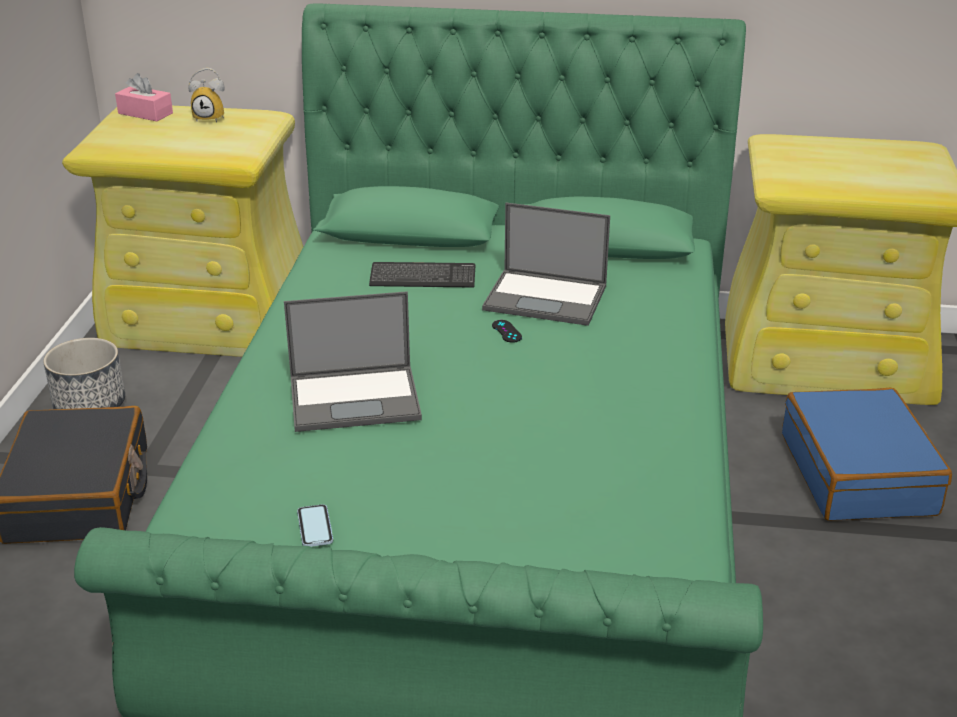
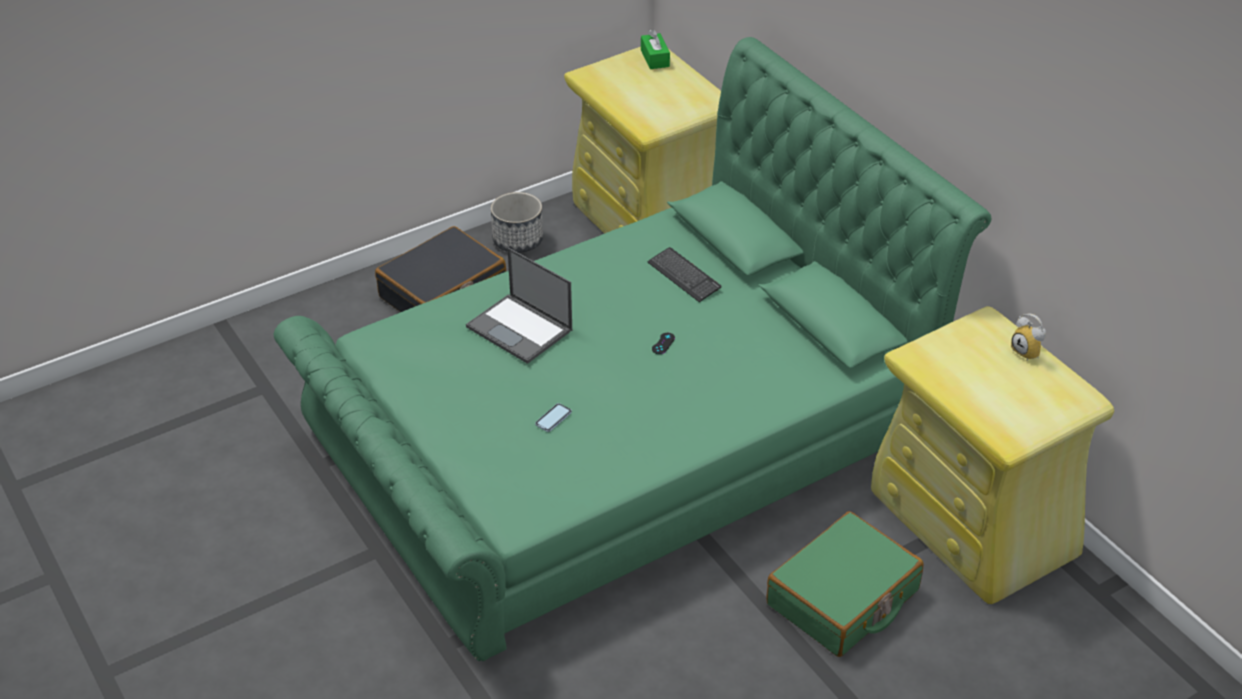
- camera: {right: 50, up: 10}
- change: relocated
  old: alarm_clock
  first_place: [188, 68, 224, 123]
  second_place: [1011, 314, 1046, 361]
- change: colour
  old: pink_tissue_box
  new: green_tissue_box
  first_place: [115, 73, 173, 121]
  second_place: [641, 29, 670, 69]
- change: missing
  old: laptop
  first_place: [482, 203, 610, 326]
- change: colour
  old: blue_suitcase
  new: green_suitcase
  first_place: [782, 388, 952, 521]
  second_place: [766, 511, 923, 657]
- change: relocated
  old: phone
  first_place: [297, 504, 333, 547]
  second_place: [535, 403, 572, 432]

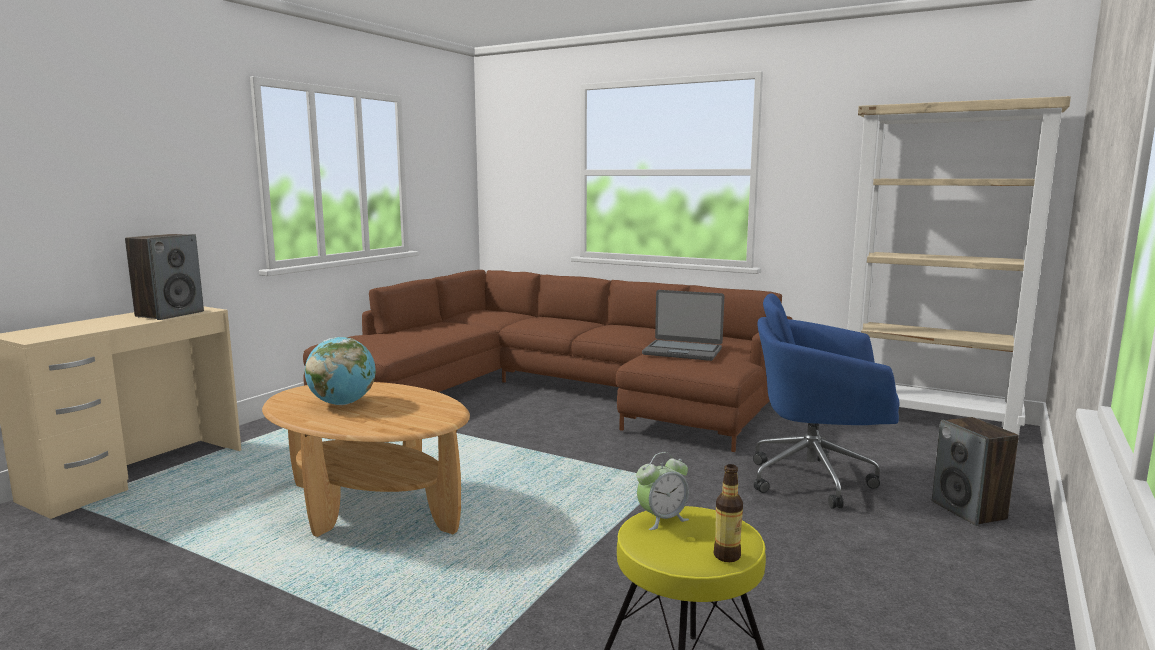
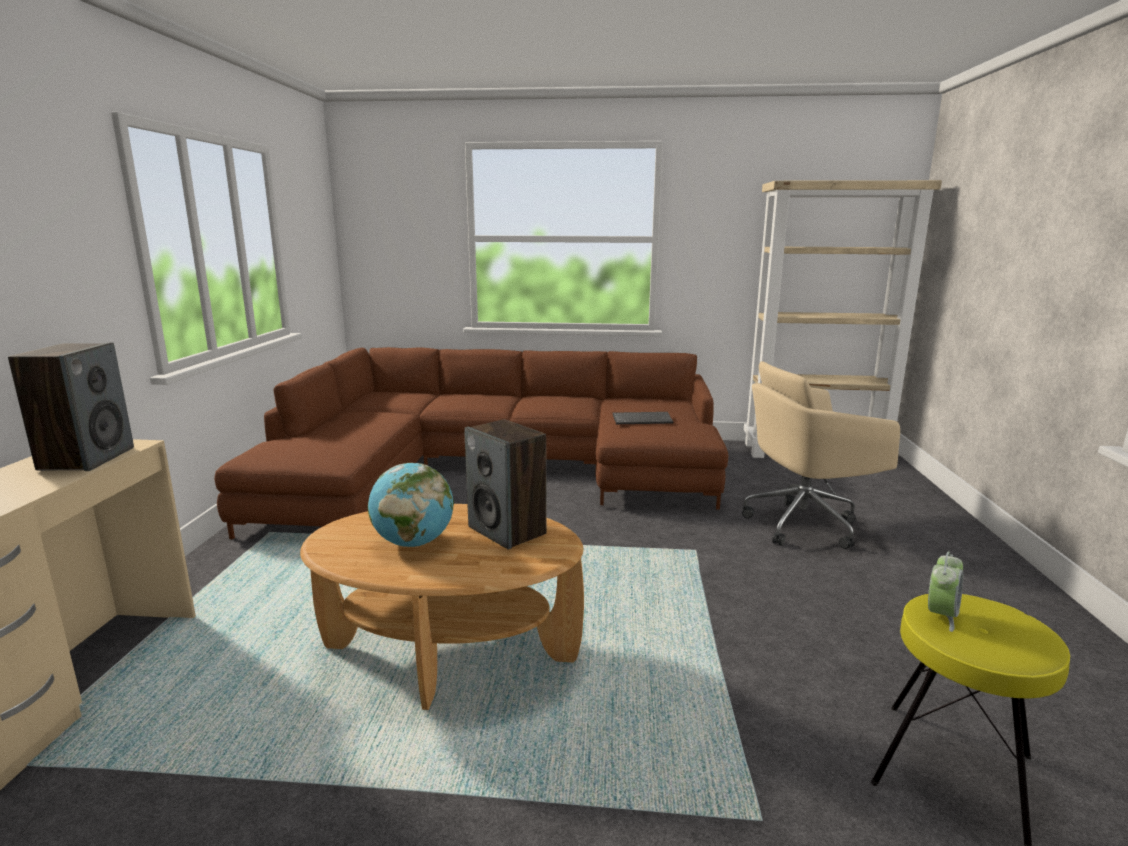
- camera: {right: -25, up: 5}
- change: exchanged
  old: laptop
  new: keyboard
  first_place: [642, 290, 724, 361]
  second_place: [613, 412, 673, 424]
- change: colour
  old: blue_office_chair
  new: beige_office_chair
  first_place: [753, 293, 900, 509]
  second_place: [742, 361, 900, 549]
- change: relocated
  old: speaker
  first_place: [932, 417, 1019, 526]
  second_place: [464, 419, 547, 550]
- change: missing
  old: bottle
  first_place: [714, 464, 743, 562]

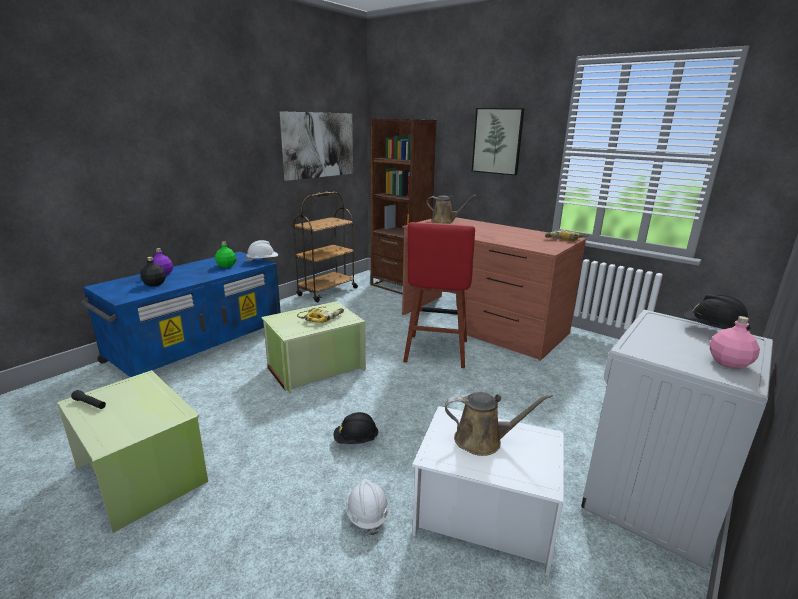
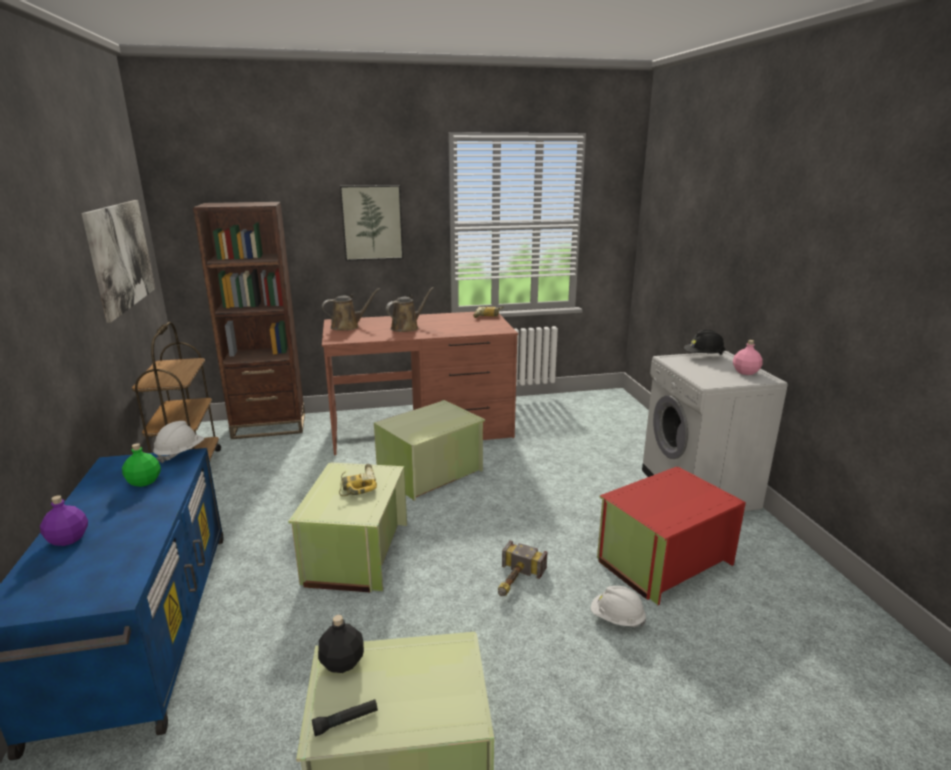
- camera: {right: -50, up: 0}
- change: exchanged
  old: red_stool
  new: green_storage_box
  first_place: [403, 222, 475, 368]
  second_place: [374, 400, 485, 501]
- change: relocated
  old: black_bottle
  first_place: [140, 257, 166, 286]
  second_place: [318, 615, 364, 673]
- change: relocated
  old: brown_watering_can
  first_place: [445, 392, 553, 456]
  second_place: [386, 287, 434, 332]
- change: colour
  old: white_storage_box
  new: red_storage_box
  first_place: [412, 406, 563, 576]
  second_place: [597, 466, 746, 605]
- change: exchanged
  old: black_hard_hat
  new: hammer
  first_place: [334, 412, 379, 444]
  second_place: [498, 540, 548, 596]

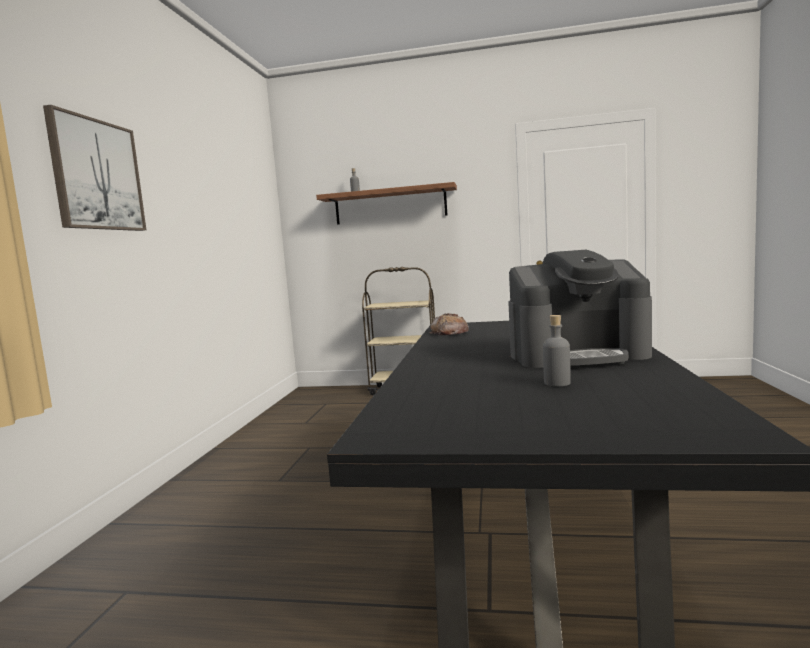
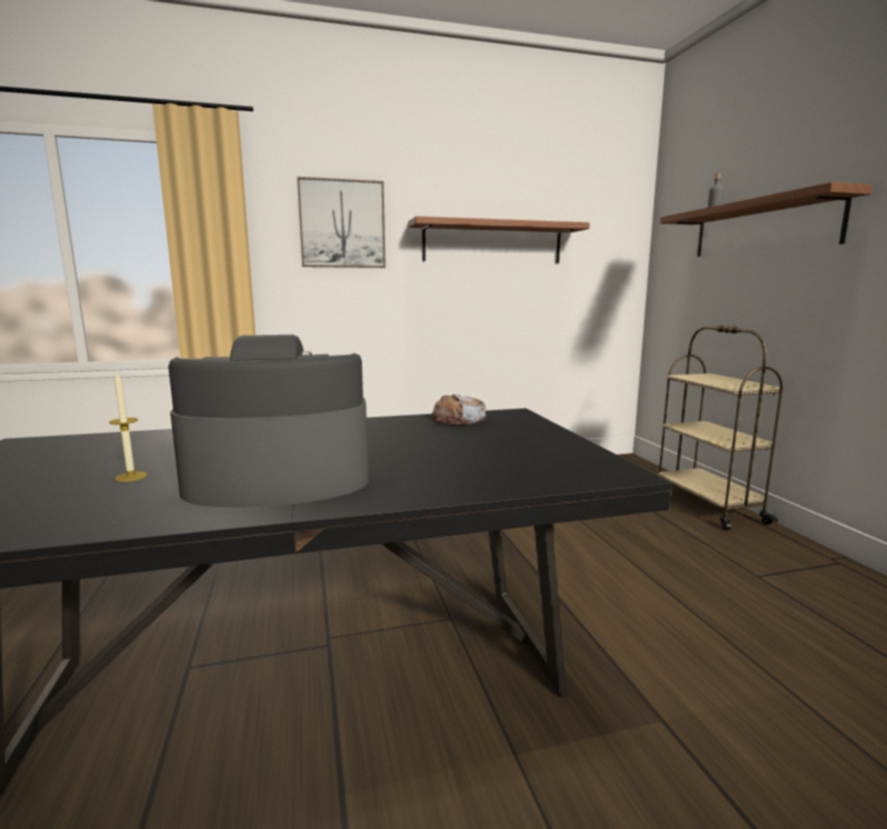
- camera: {right: 65, up: 5}
- change: spun
  old: coffee_machine
  first_place: [508, 250, 652, 368]
  second_place: [168, 335, 369, 508]
  degrees: 105
- change: exchanged
  old: grey_bottle
  new: candle
  first_place: [543, 315, 571, 386]
  second_place: [109, 373, 147, 482]
- change: appeared
  new: shelf
  second_place: [408, 216, 590, 263]

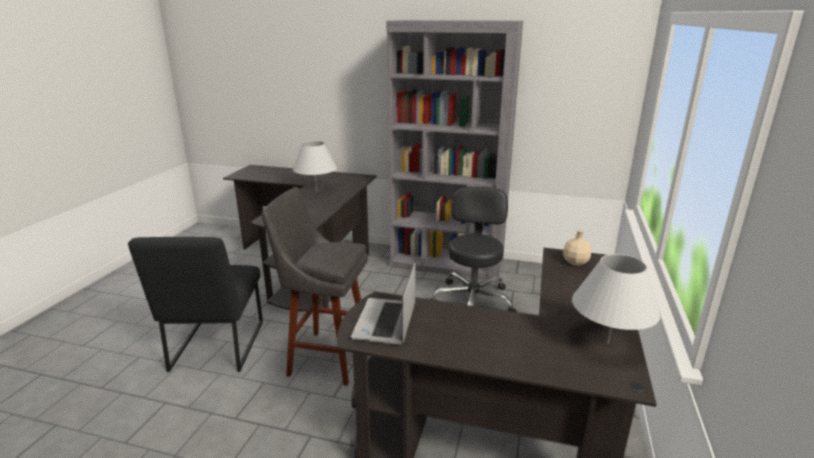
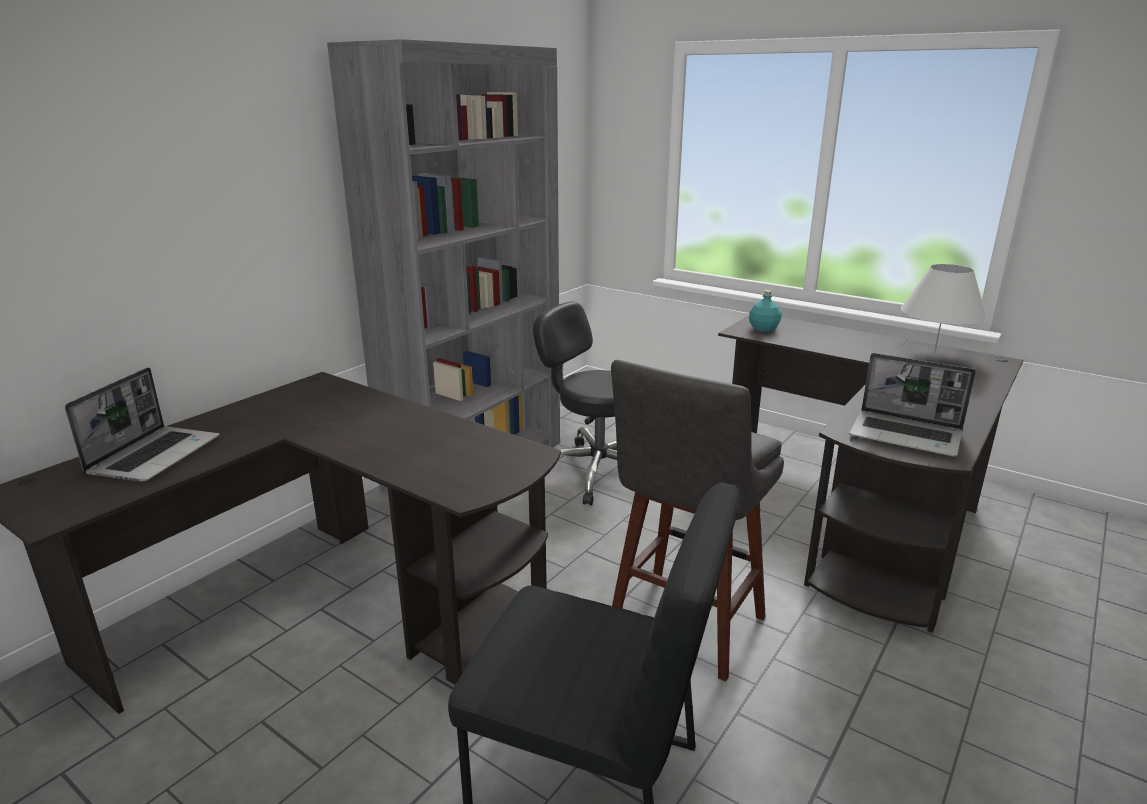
- camera: {right: -70, up: 0}
- change: missing
  old: white_table_lamp
  first_place: [293, 141, 337, 191]
- change: colour
  old: beige_bottle
  new: turquoise_bottle
  first_place: [563, 230, 591, 266]
  second_place: [749, 290, 781, 332]
- change: appeared
  new: laptop
  second_place: [65, 367, 219, 482]

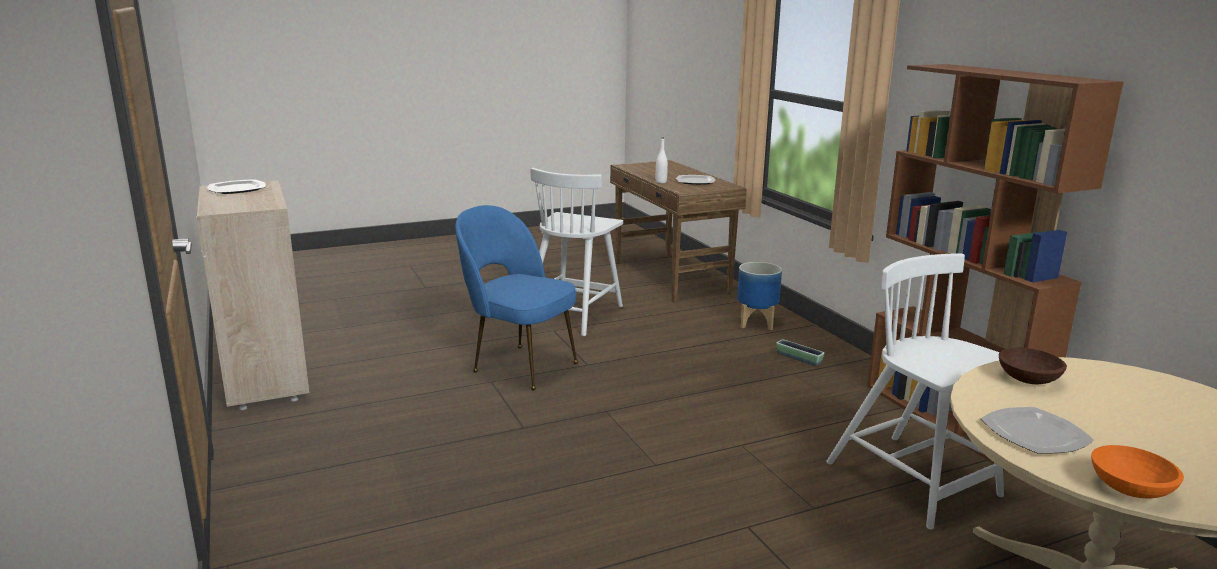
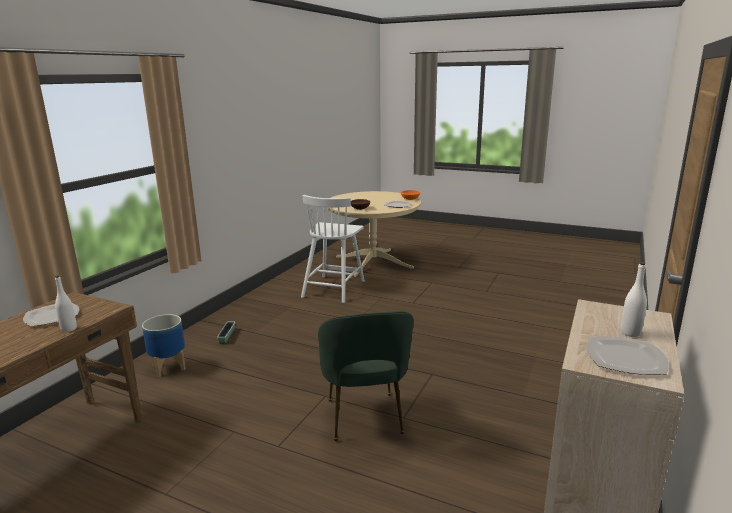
- camera: {right: -130, up: 0}
- change: missing
  old: brown_bookcase
  first_place: [867, 64, 1124, 470]
- change: missing
  old: white_chair
  first_place: [530, 168, 623, 336]
- change: colour
  old: blue_chair
  new: green_chair
  first_place: [455, 205, 578, 391]
  second_place: [318, 311, 414, 441]
- change: appeared
  new: white_bottle
  second_place: [621, 262, 647, 337]

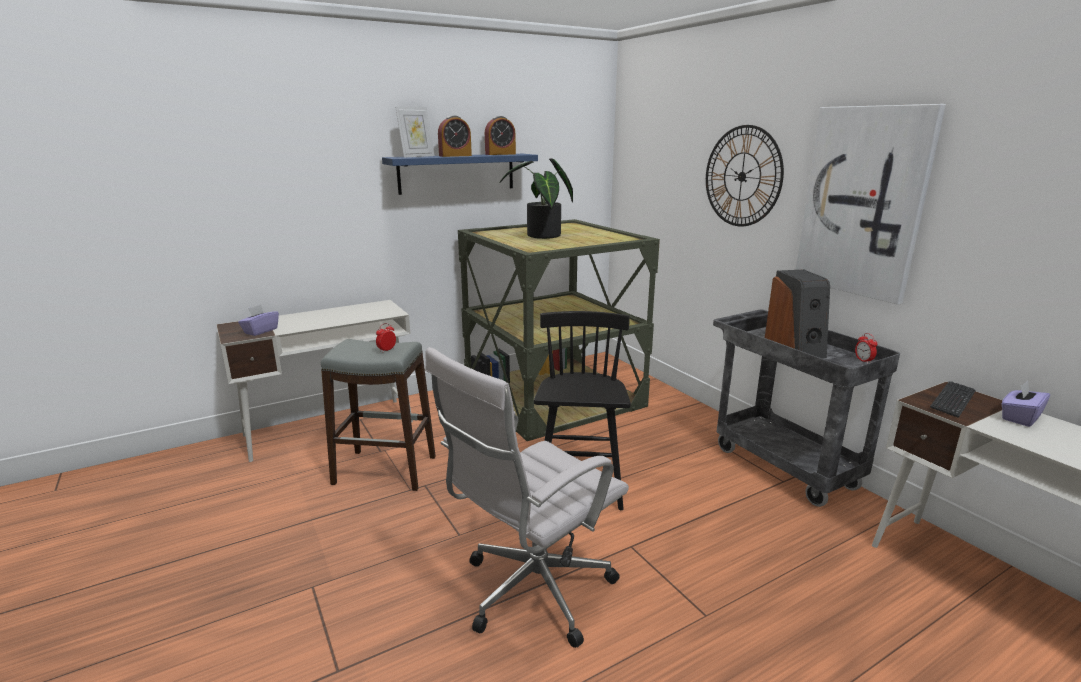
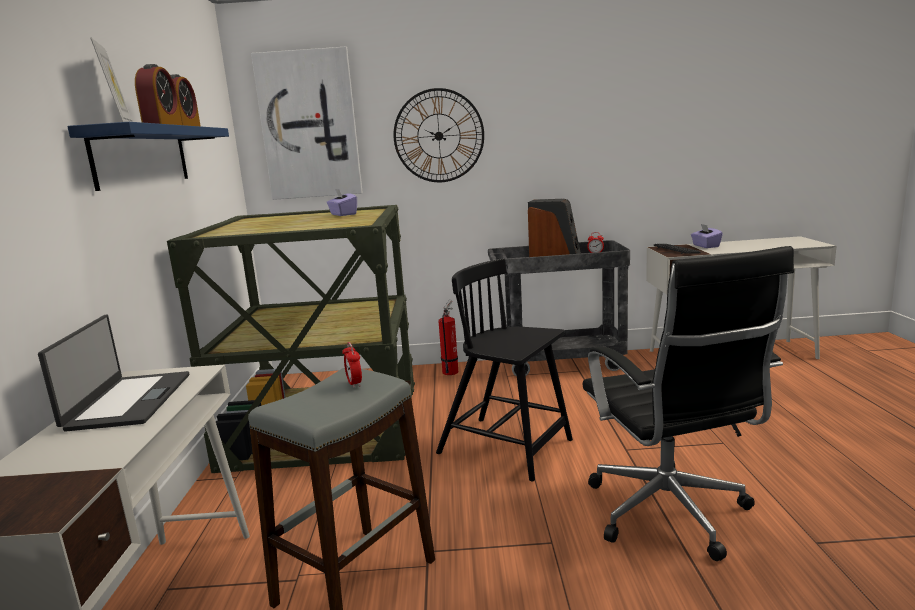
- camera: {right: -60, up: -5}
- change: relocated
  old: picture
  first_place: [795, 104, 946, 305]
  second_place: [251, 46, 363, 200]
- change: missing
  old: potted_plant
  first_place: [500, 158, 573, 239]
- change: relocated
  old: purple_tissue_box
  first_place: [238, 305, 279, 336]
  second_place: [327, 189, 357, 216]
- change: colour
  old: white_office_chair
  new: black_office_chair
  first_place: [425, 347, 629, 648]
  second_place: [583, 246, 794, 561]
- change: appeared
  new: fire_extinguisher
  second_place: [438, 300, 458, 375]
- change: appeared
  new: laptop
  second_place: [38, 315, 189, 432]

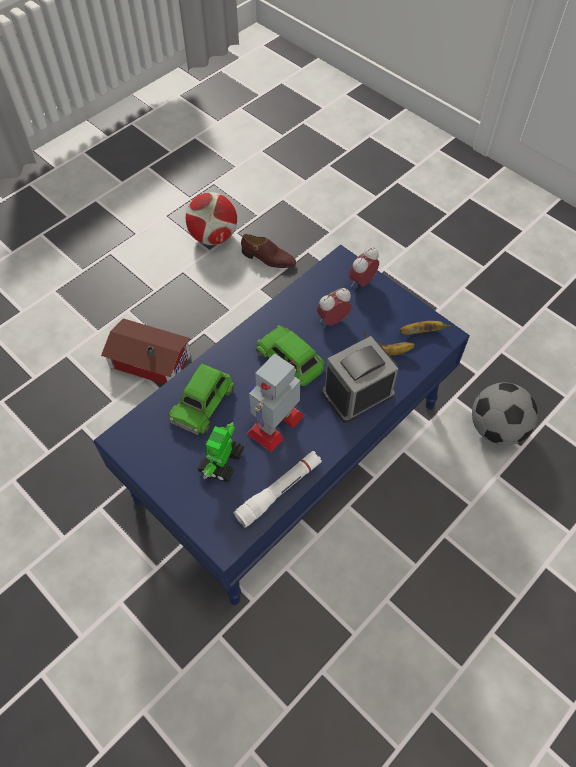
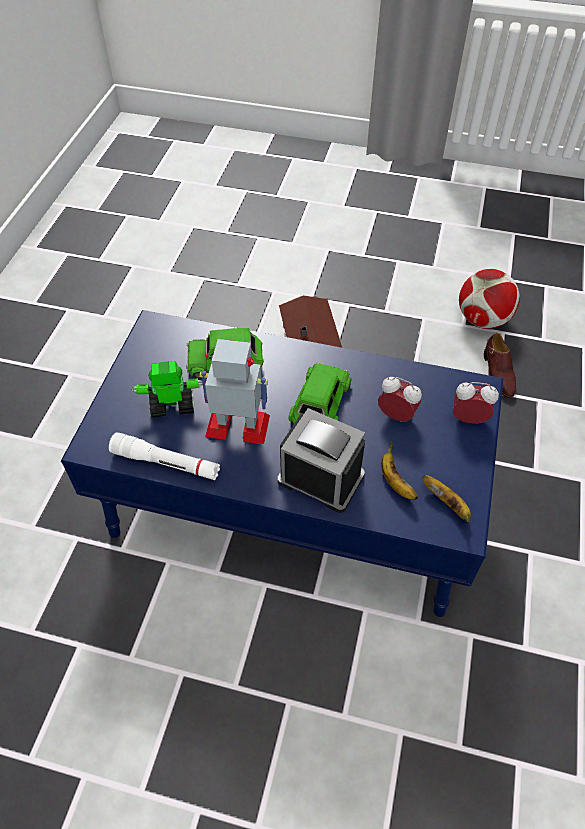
- camera: {right: 60, up: -5}
- change: missing
  old: football
  first_place: [472, 382, 538, 446]

